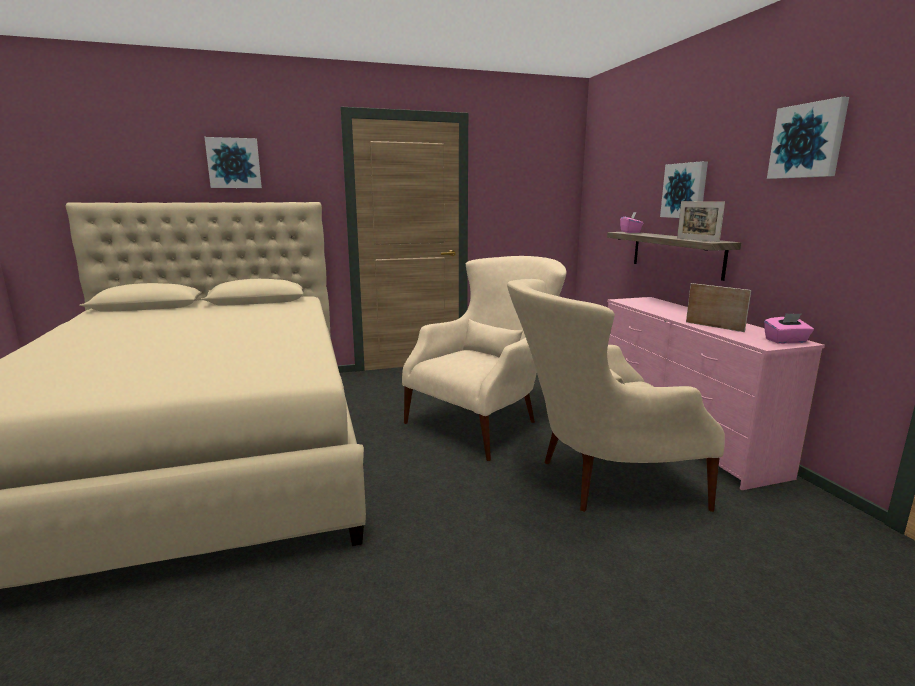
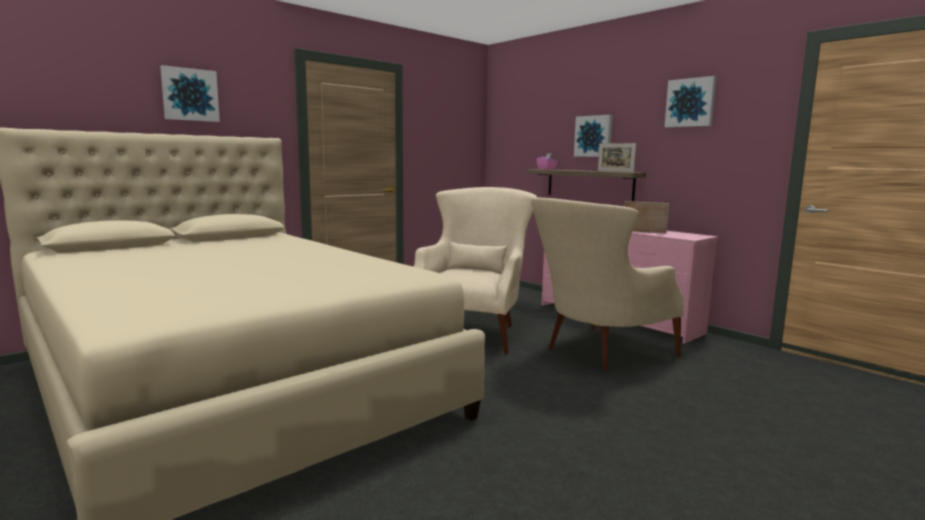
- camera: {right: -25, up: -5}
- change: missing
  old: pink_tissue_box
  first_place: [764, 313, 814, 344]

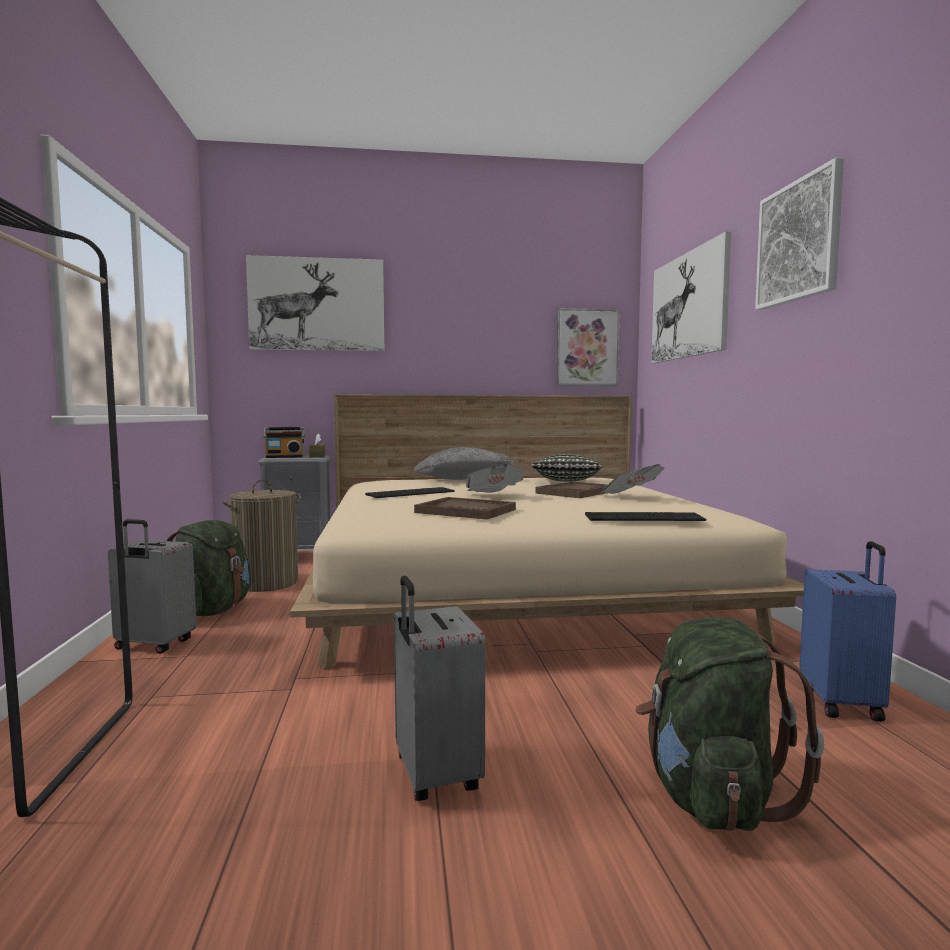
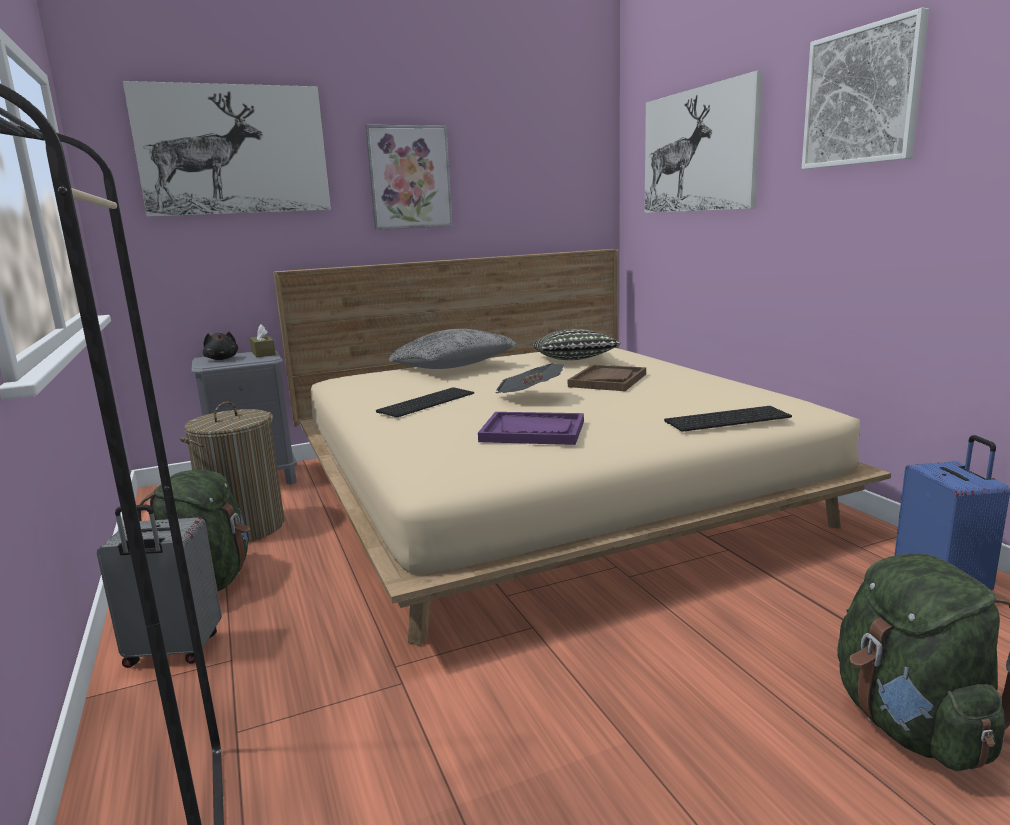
- camera: {right: -15, up: 10}
- change: relocated
  old: picture
  first_place: [557, 308, 620, 386]
  second_place: [366, 125, 452, 230]
- change: exchanged
  old: radio
  new: black_plush_toy
  first_place: [263, 427, 305, 458]
  second_place: [203, 331, 238, 360]
- change: missing
  old: newspaper
  first_place: [600, 464, 665, 494]
- change: colour
  old: brown_tray
  new: purple_tray
  first_place: [414, 497, 516, 520]
  second_place: [478, 412, 584, 445]
- change: missing
  old: grey_suitcase
  first_place: [394, 576, 485, 801]

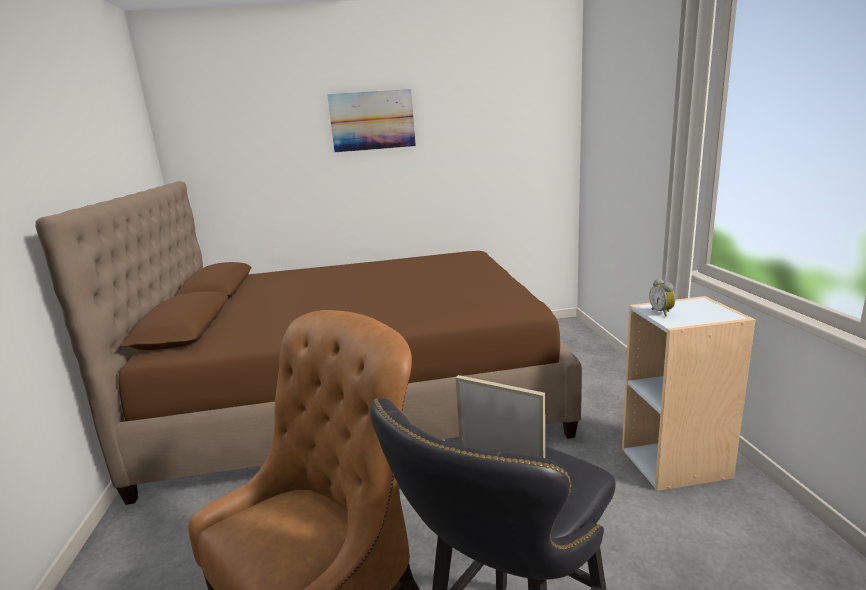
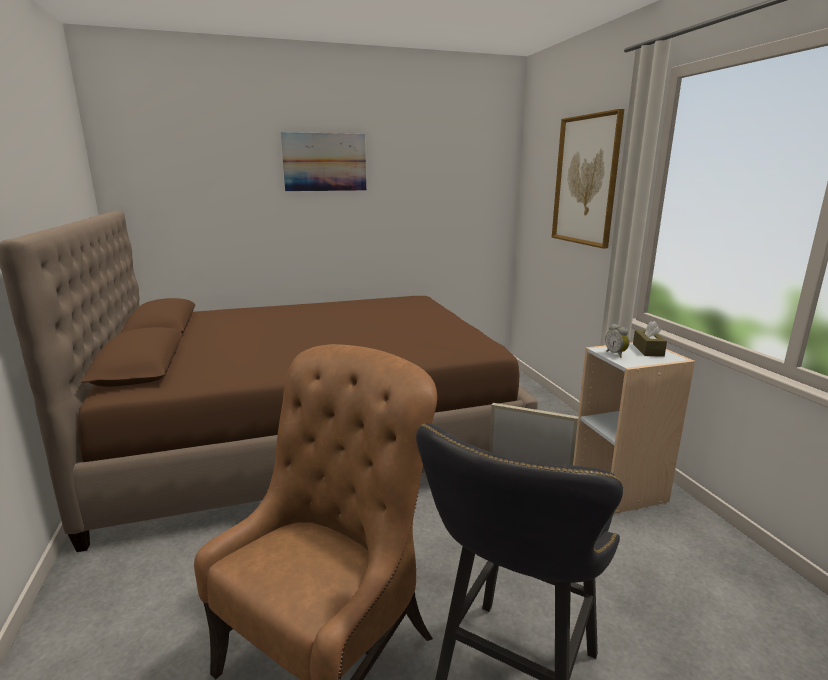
- camera: {right: -10, up: 0}
- change: appeared
  new: picture
  second_place: [552, 109, 624, 249]
- change: appeared
  new: brown_tissue_box
  second_place: [633, 321, 667, 357]

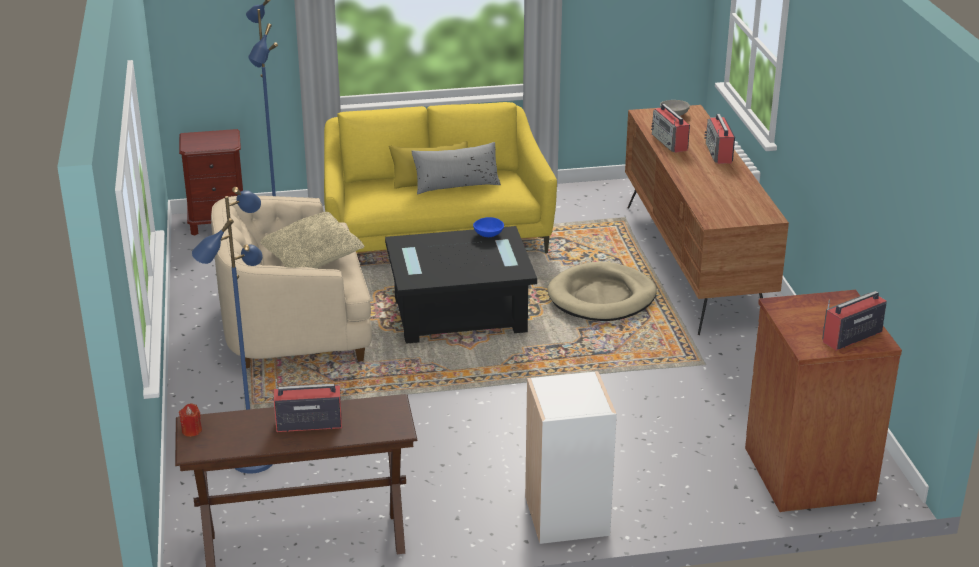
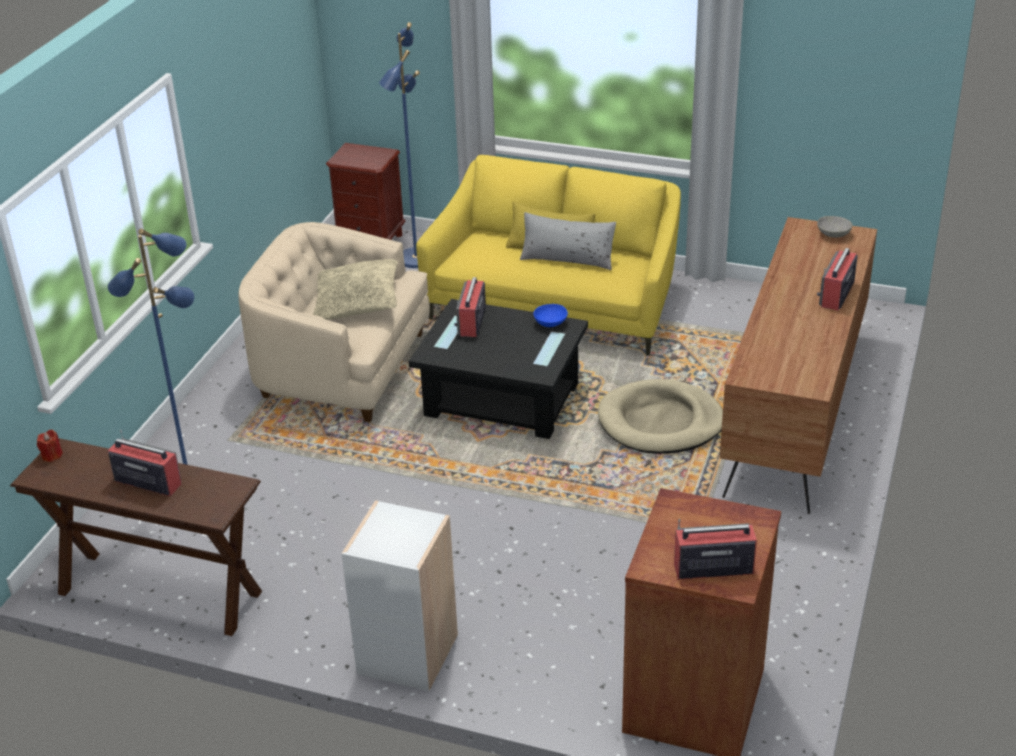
- camera: {right: 30, up: 5}
- change: relocated
  old: radio
  first_place: [651, 104, 690, 153]
  second_place: [454, 277, 486, 337]

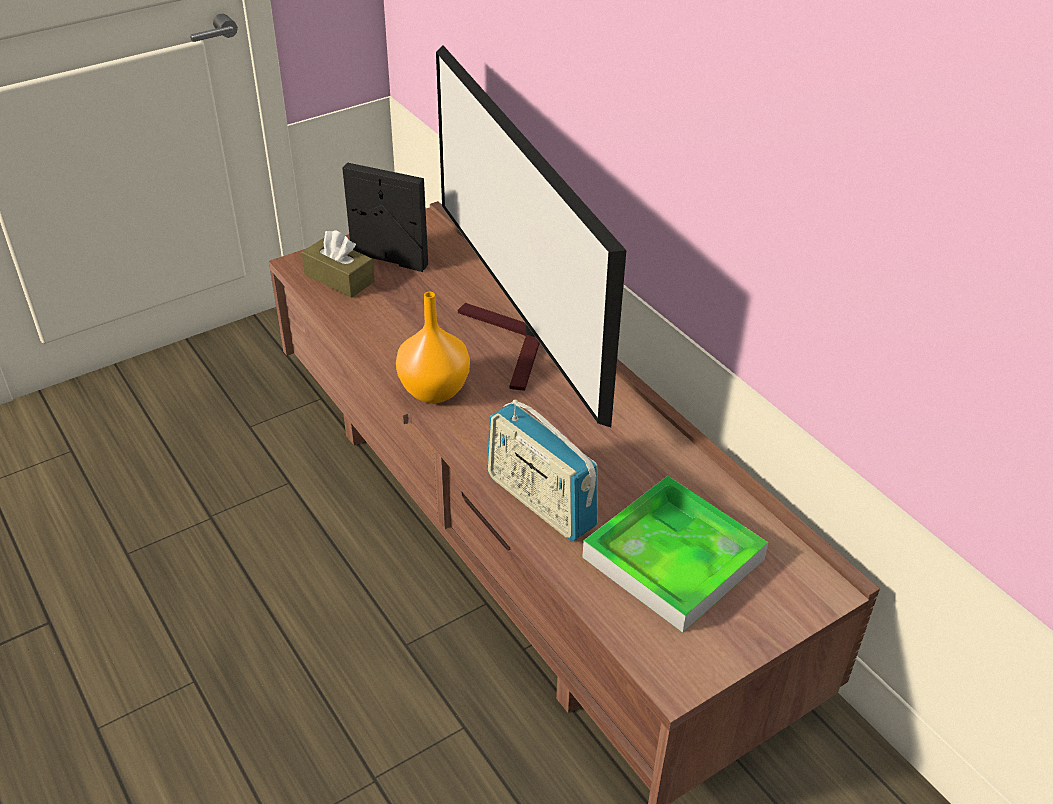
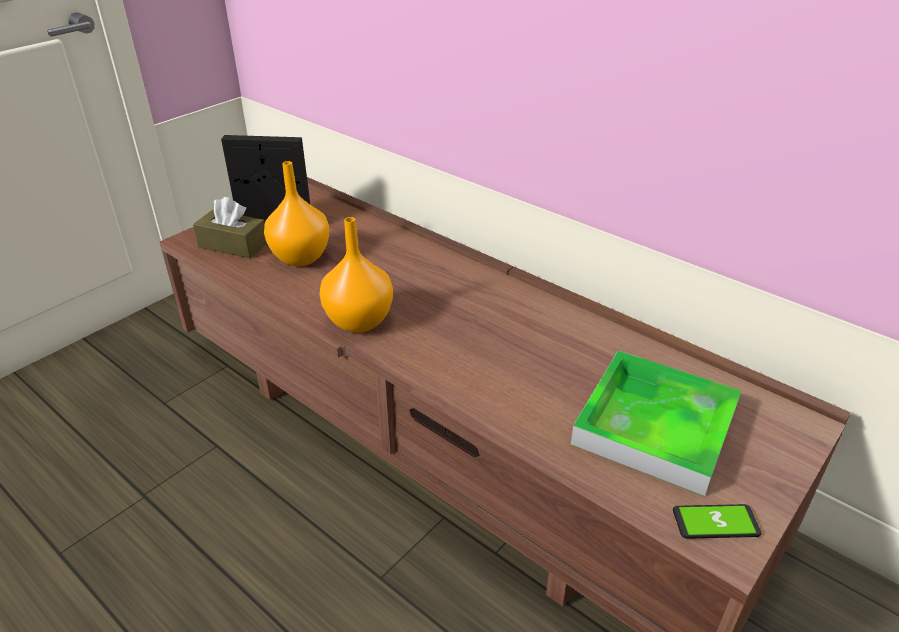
- camera: {right: -15, up: -5}
- change: missing
  old: television
  first_place: [436, 45, 626, 427]
- change: missing
  old: radio
  first_place: [487, 400, 598, 541]
- change: appeared
  new: orange_vase
  second_place: [264, 161, 329, 266]
- change: appeared
  new: phone
  second_place: [673, 504, 761, 539]

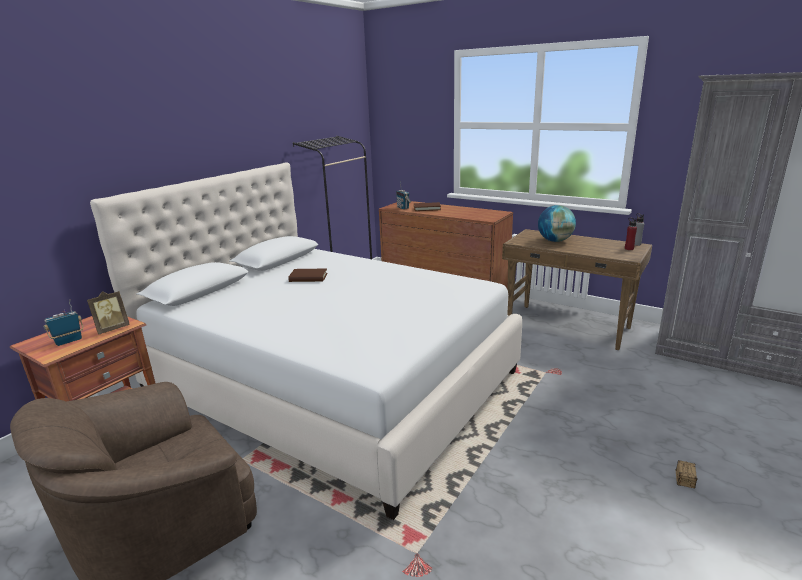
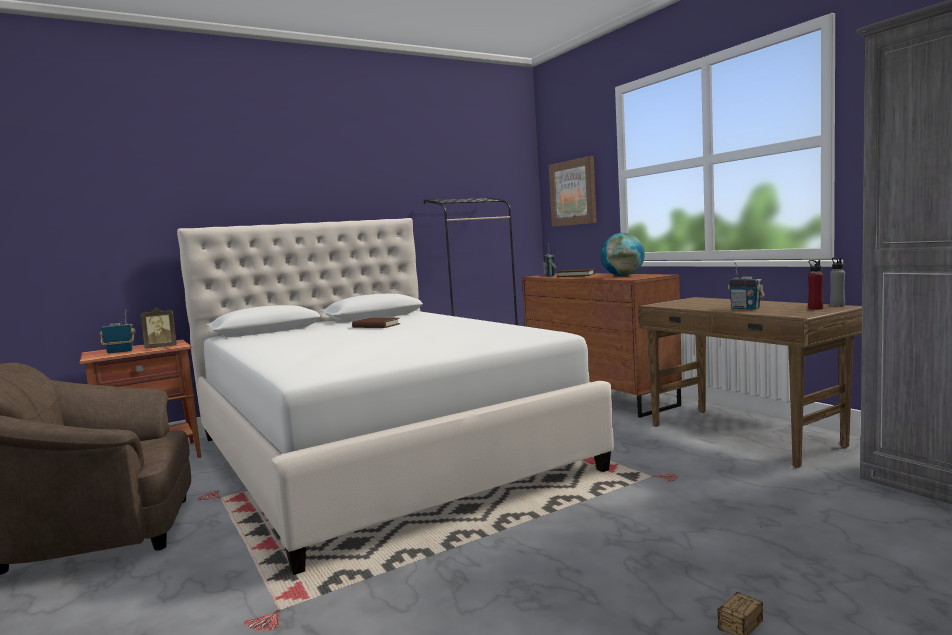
- camera: {right: 25, up: -15}
- change: relocated
  old: globe
  first_place: [538, 205, 576, 242]
  second_place: [600, 233, 645, 276]
- change: appeared
  new: picture
  second_place: [549, 156, 597, 227]
- change: appeared
  new: radio
  second_place: [728, 262, 765, 310]

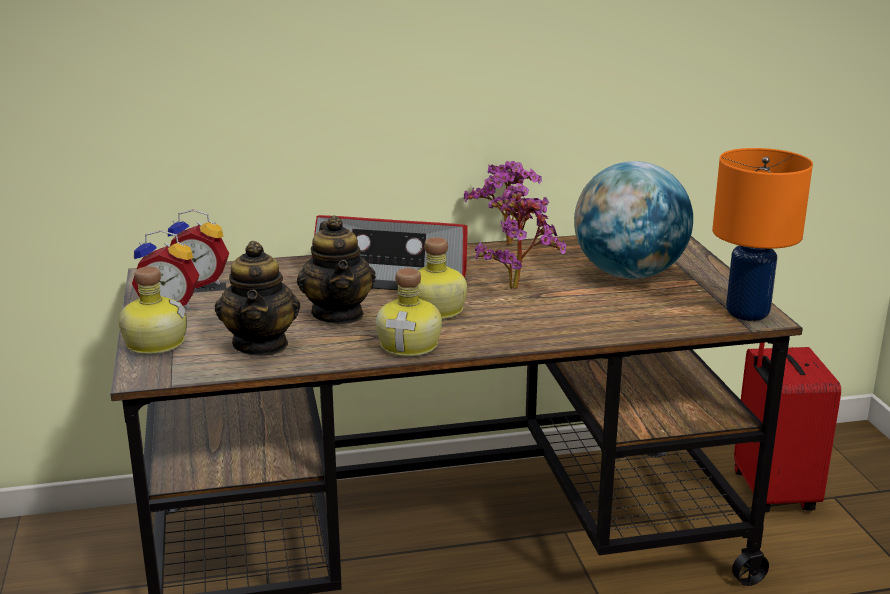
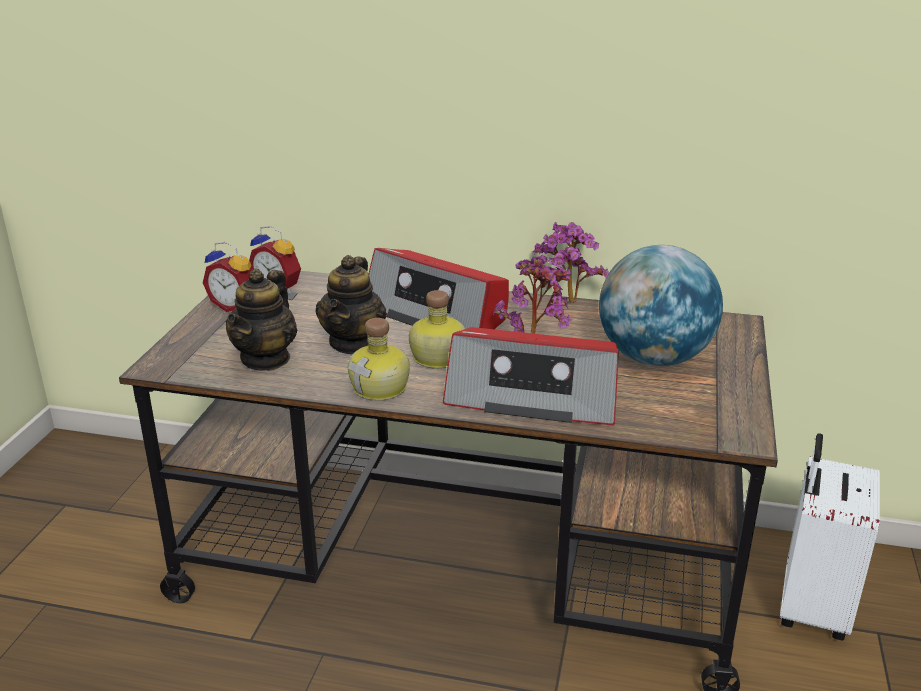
- camera: {right: 25, up: 5}
- change: missing
  old: orange_table_lamp
  first_place: [712, 148, 813, 321]
- change: missing
  old: bottle
  first_place: [118, 266, 187, 355]
- change: colour
  old: red_suitcase
  new: white_suitcase
  first_place: [734, 342, 841, 512]
  second_place: [780, 433, 880, 640]
- change: appeared
  new: radio
  second_place: [443, 327, 618, 425]

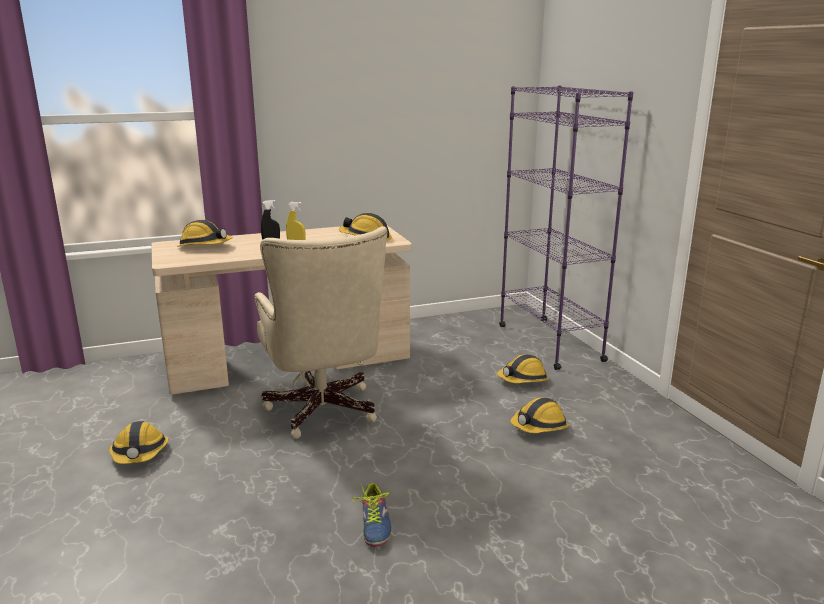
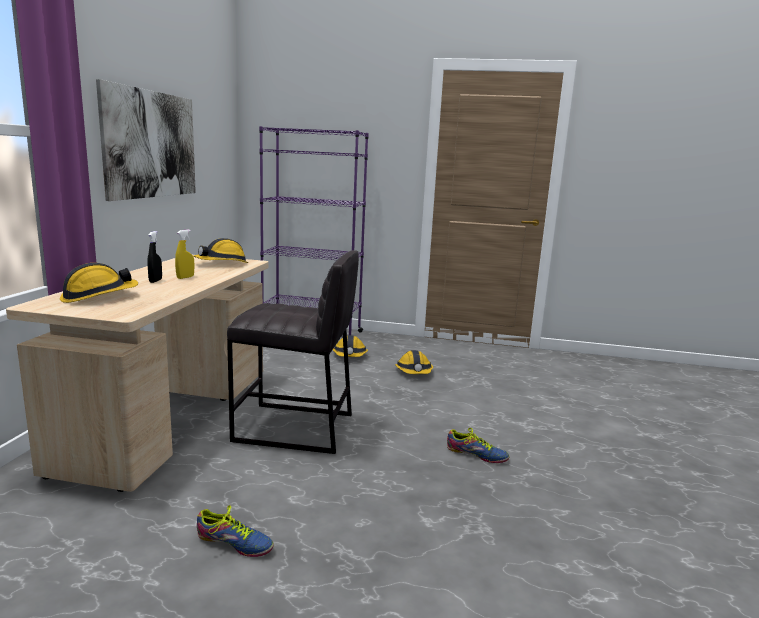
- camera: {right: -60, up: -5}
- change: exchanged
  old: beige_office_chair
  new: grey_stool
  first_place: [255, 226, 387, 439]
  second_place: [227, 250, 359, 454]
- change: exchanged
  old: hard_hat
  new: shoe
  first_place: [109, 421, 168, 464]
  second_place: [197, 505, 274, 557]
- change: appeared
  new: picture
  second_place: [96, 79, 196, 201]

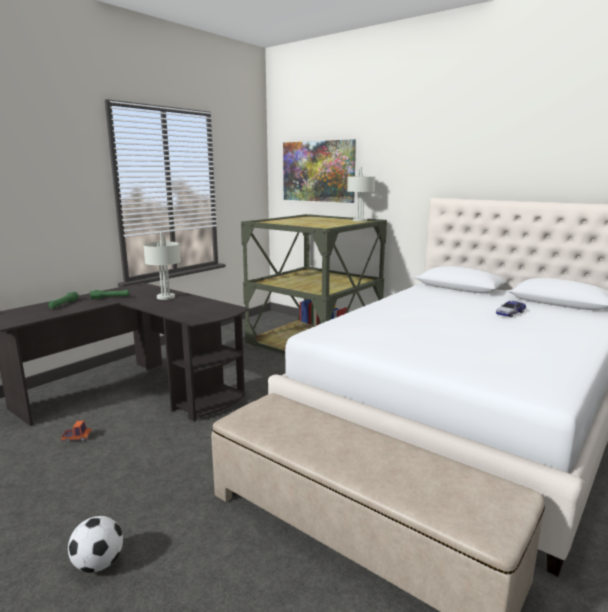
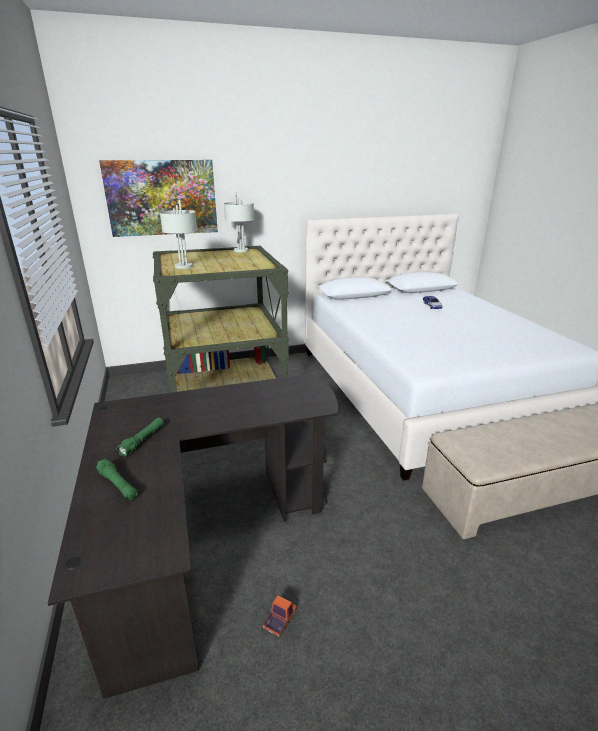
- camera: {right: -55, up: 10}
- change: relocated
  old: grey_table_lamp
  first_place: [143, 233, 181, 300]
  second_place: [160, 200, 197, 269]
- change: missing
  old: football
  first_place: [68, 516, 123, 573]

